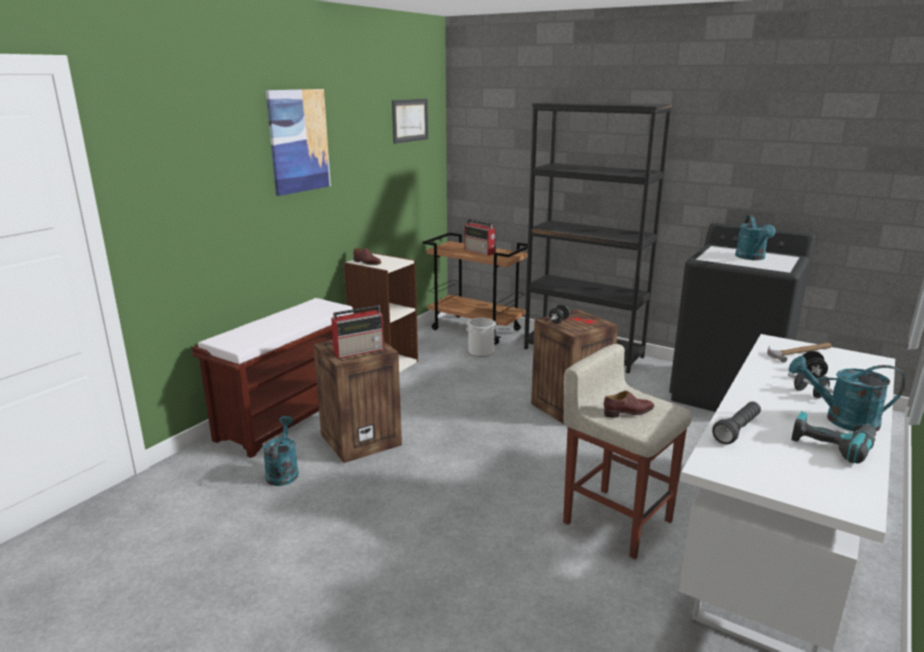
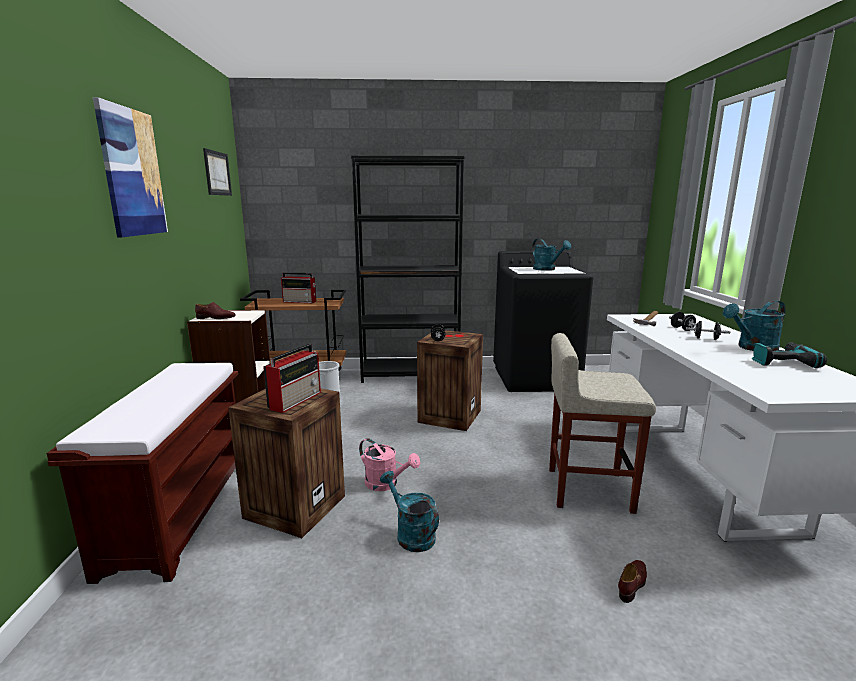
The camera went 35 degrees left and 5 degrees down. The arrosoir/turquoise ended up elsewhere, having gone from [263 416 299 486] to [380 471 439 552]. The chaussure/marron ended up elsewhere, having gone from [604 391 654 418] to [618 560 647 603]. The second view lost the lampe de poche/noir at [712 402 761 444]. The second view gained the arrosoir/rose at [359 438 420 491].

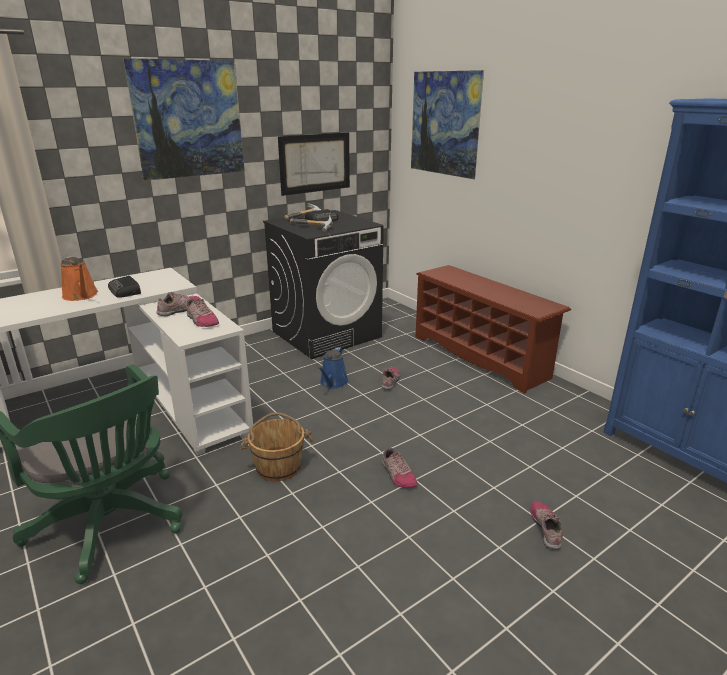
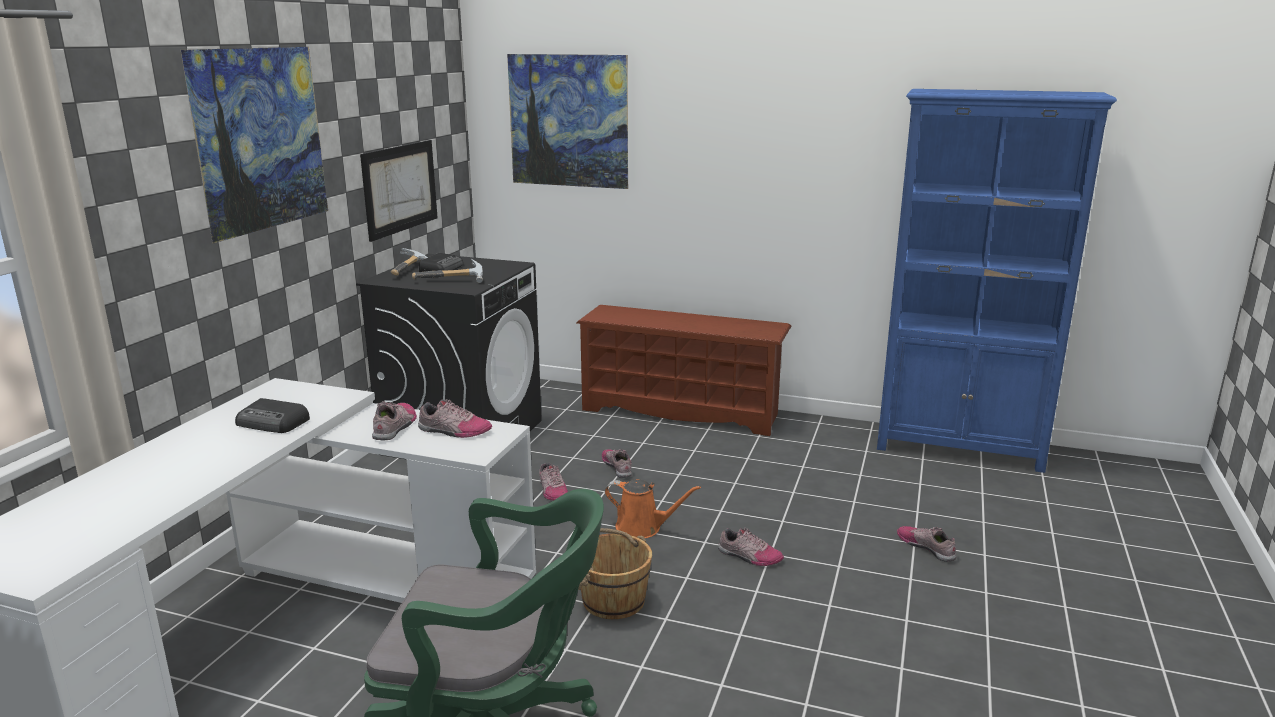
The camera went 35 degrees left and 5 degrees down. The arrosoir/orange ended up elsewhere, having gone from [60 256 98 301] to [605 479 701 538]. Where the arrosoir/bleu stood at [318 347 349 389], the chaussure came to stand at [539 463 568 501].

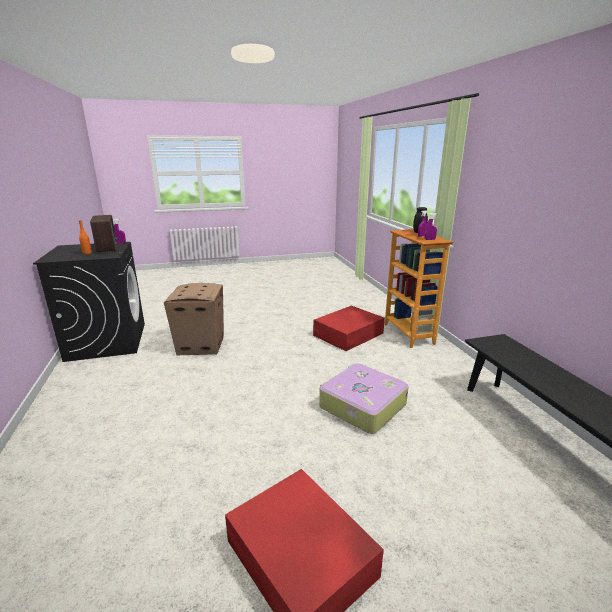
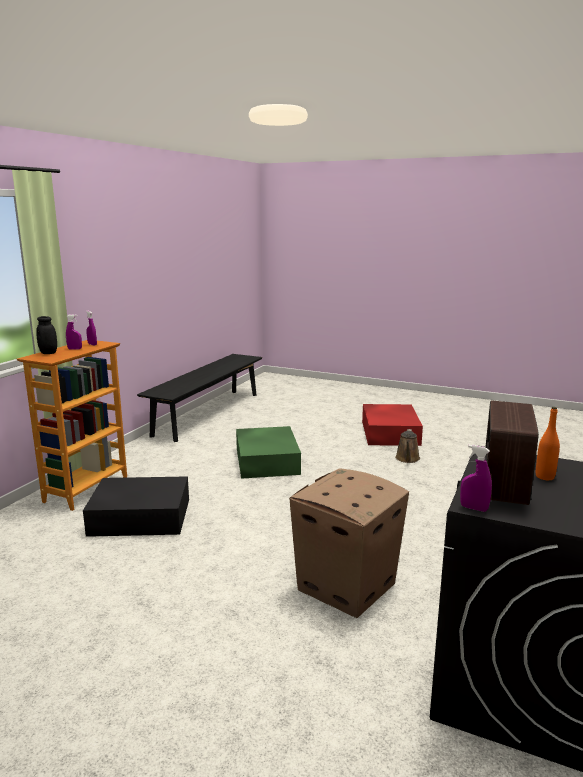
The camera went 140 degrees left and 5 degrees down. What was the boîte de rangement/rouge at [313 306 385 351] turned into the boîte de rangement/noir at [83 476 189 537]. Where the valise stood at [319 363 409 434], the boîte de rangement/vert came to stand at [236 426 301 479]. The second view gained the arrosoir/marron at [395 429 420 463].

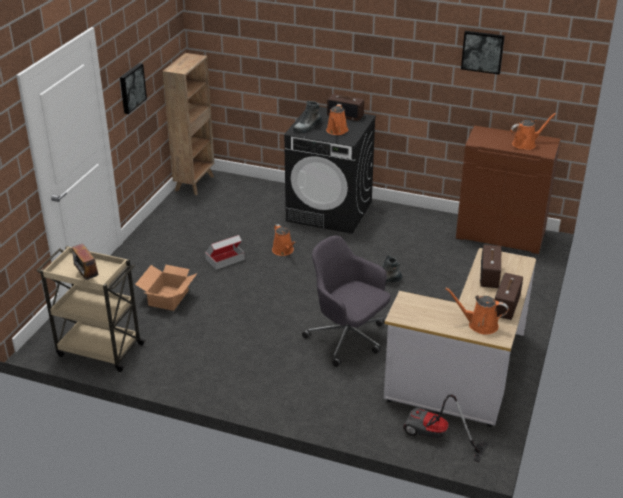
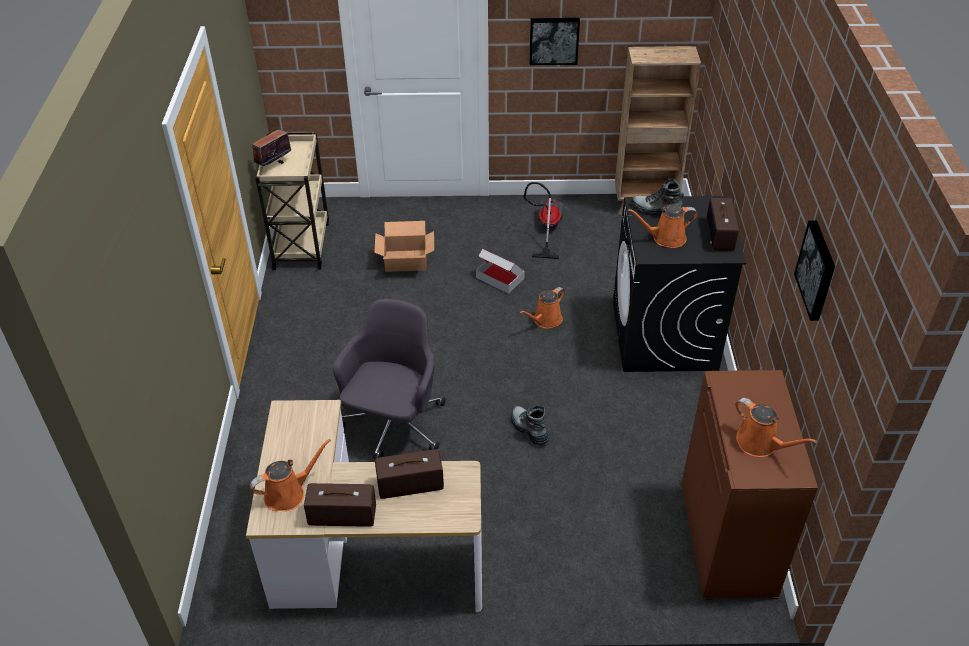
The camera went 70 degrees right and 10 degrees up. The aspirateur ended up elsewhere, having gone from [403 394 488 462] to [523 182 564 259]. The arrosoir/orange at [445 288 509 335] ended up facing another way, 60 degrees clockwise from before.

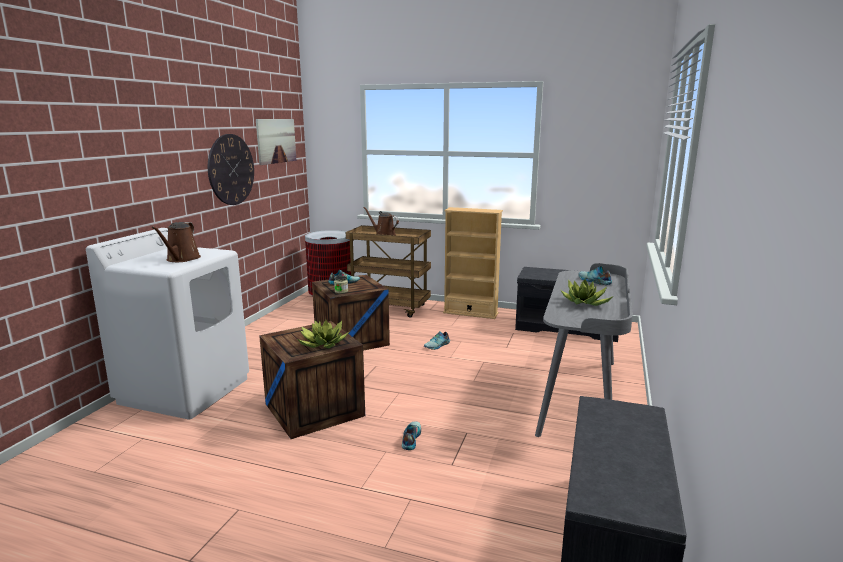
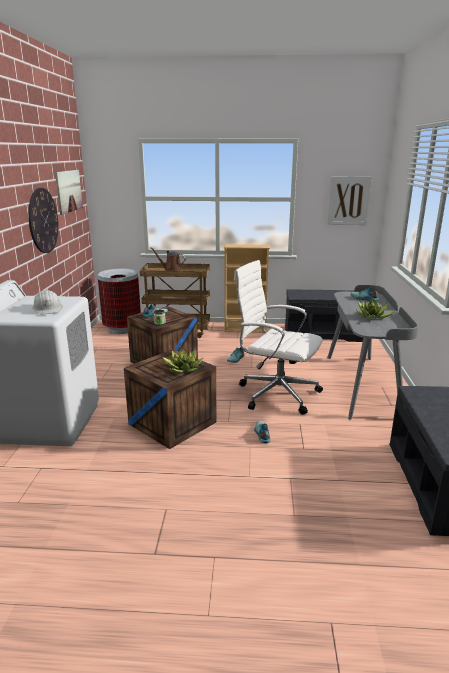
The camera went 15 degrees left and 5 degrees up. Where the arrosoir/marron stood at [152 222 201 262], the casque de chantier/blanc came to stand at [33 290 62 314]. The second view gained the chaise de bureau/blanc at [234 260 323 415]. The second view gained the tableau at [327 176 372 225].

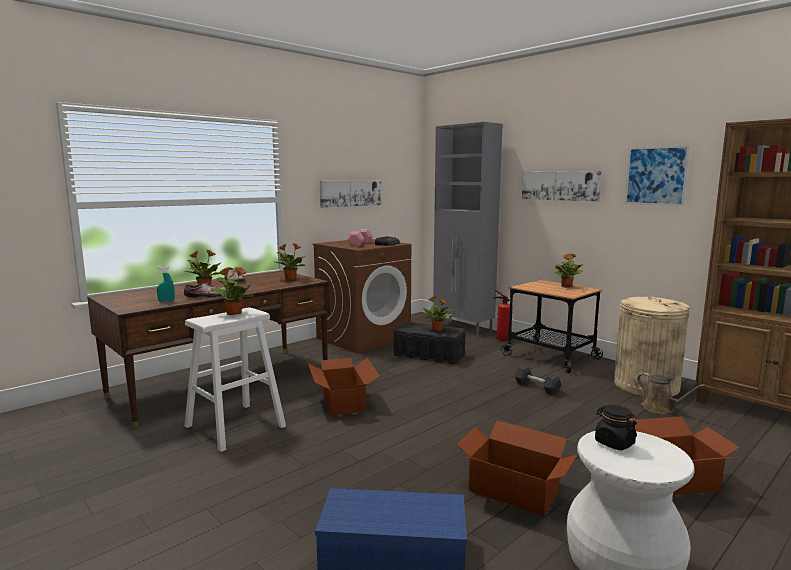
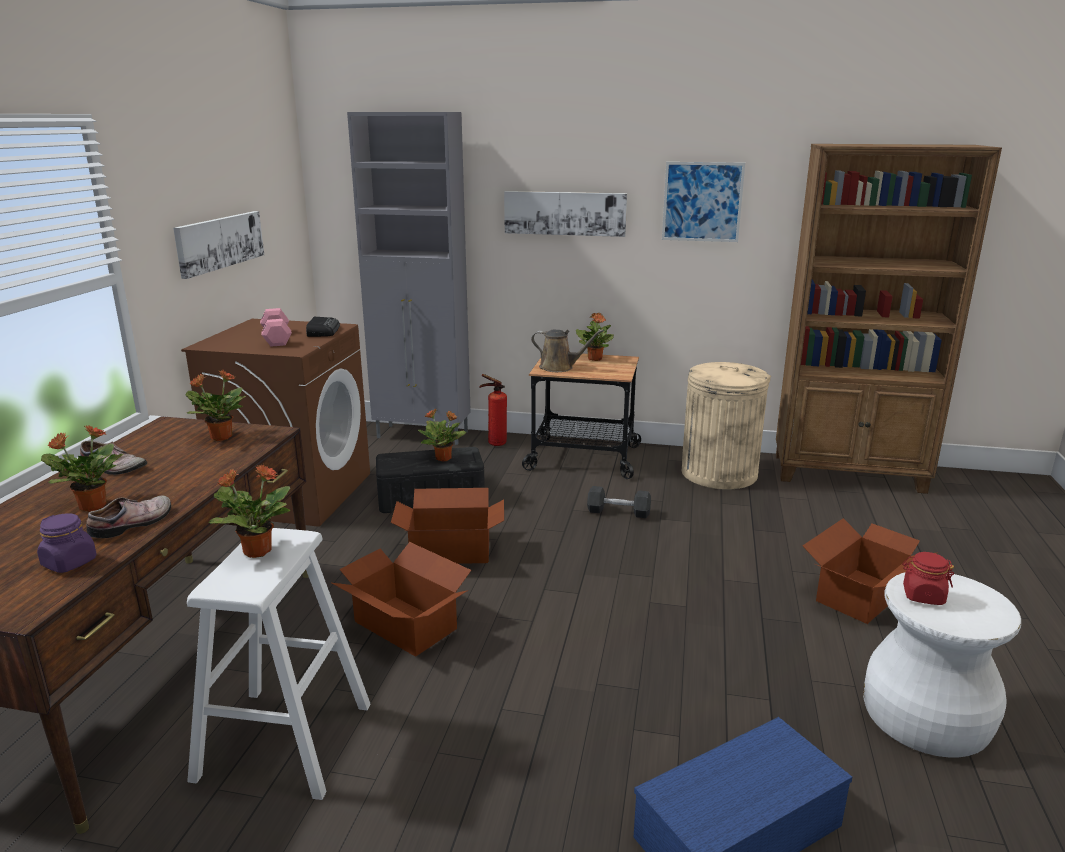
The camera went 35 degrees left and 10 degrees up. Where the vaporisateur/turquoise stood at [157 266 175 302], the bocal/violet came to stand at [37 513 97 573]. The carton ended up elsewhere, having gone from [456 421 577 516] to [391 488 504 564]. What was the bocal/noir at [595 405 637 450] turned into the bocal/rouge at [902 552 954 605]. The arrosoir/marron ended up elsewhere, having gone from [637 373 705 414] to [531 330 604 372].

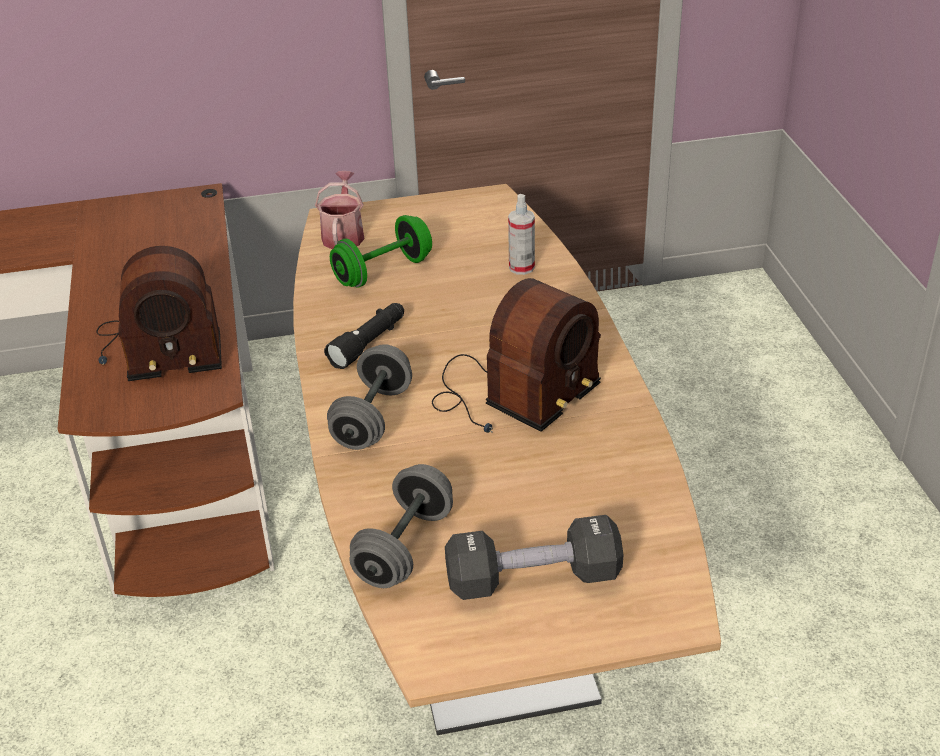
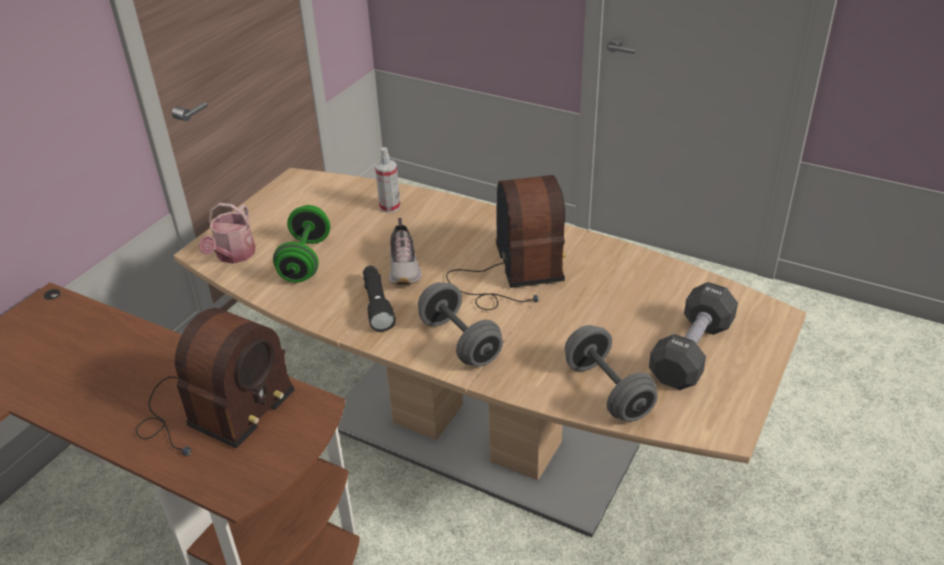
The camera went 50 degrees left and 0 degrees up. The arrosoir at [315 171 364 249] ended up facing another way, 120 degrees counterclockwise from before. The second view gained the chaussure at [389 218 422 285].

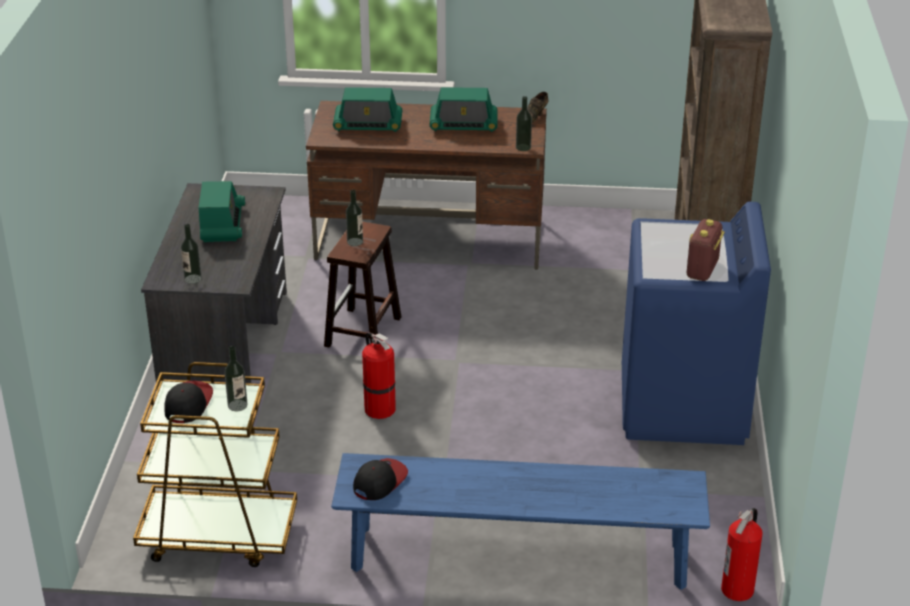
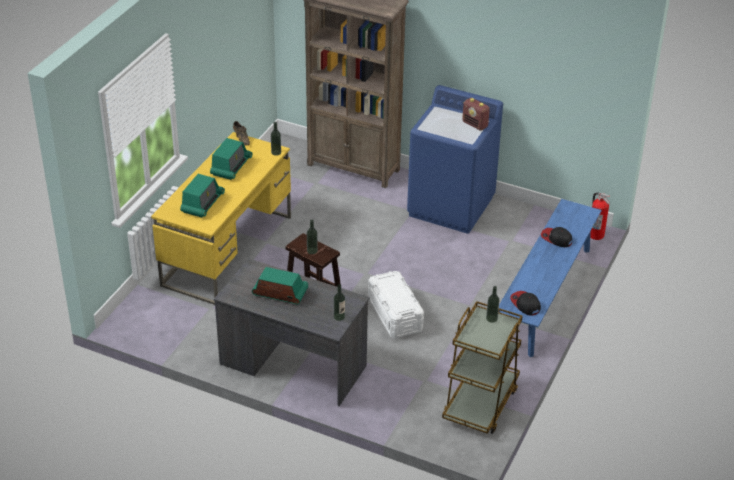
The camera went 70 degrees left and 5 degrees up. The casquette ended up elsewhere, having gone from [164 381 213 423] to [541 227 572 247]. What was the bureau/marron at [306 101 547 270] turned into the bureau/jaune at [151 132 291 305]. Where the extincteur stood at [362 332 396 419], the boîte de rangement/blanc came to stand at [368 271 424 338].

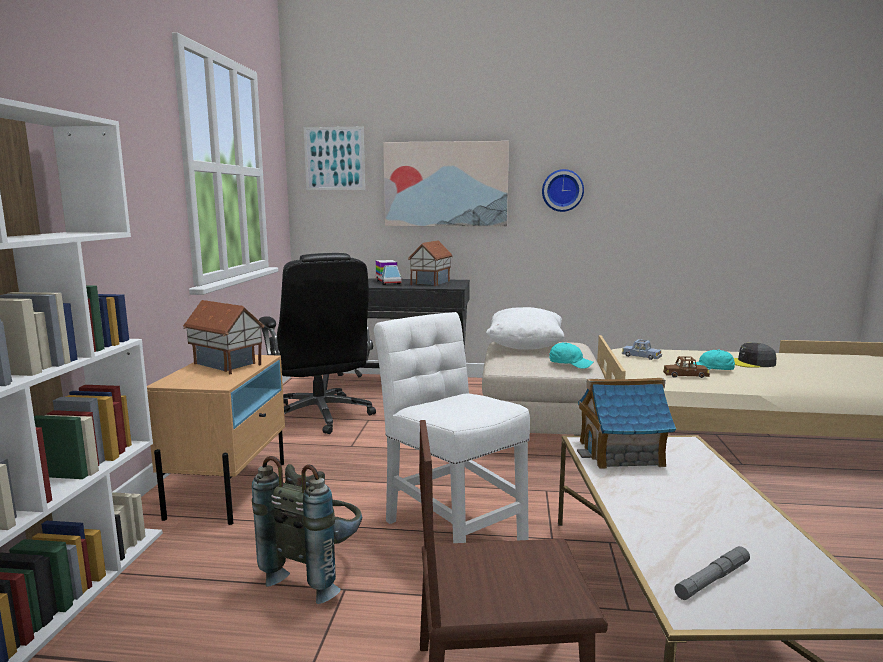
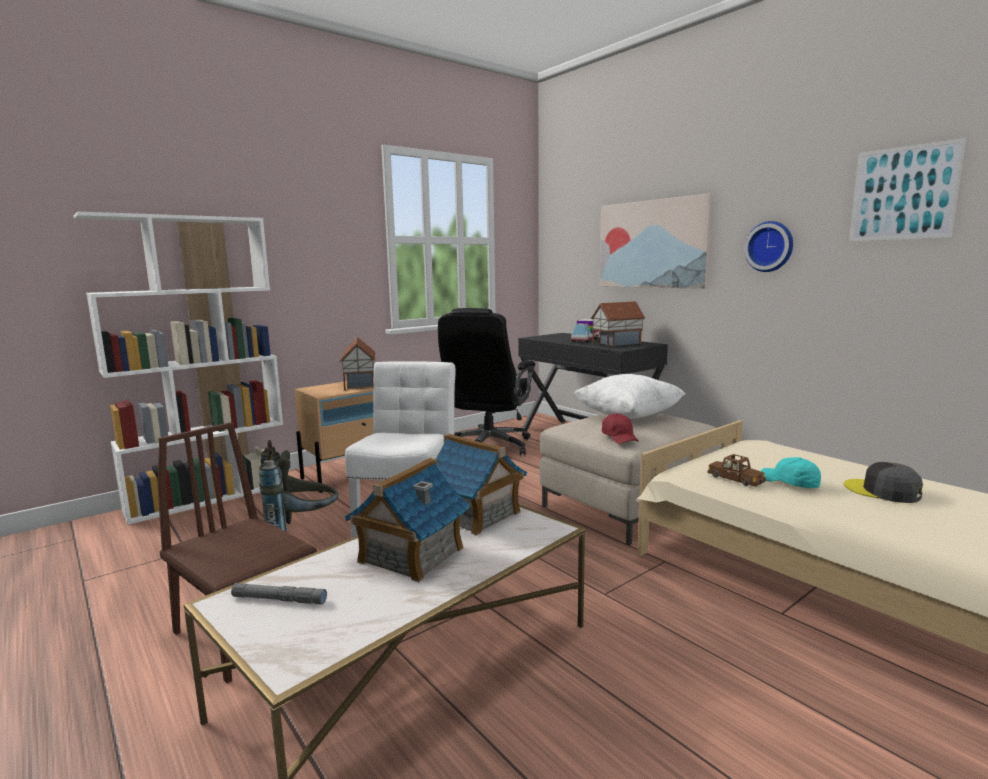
The camera went 45 degrees right and 0 degrees up. The tableau ended up elsewhere, having gone from [304 127 365 190] to [849 138 966 241]. What was the casquette/turquoise at [549 343 593 369] turned into the casquette/rouge at [602 414 639 444]. The second view lost the petite voiture/bleu at [622 339 662 360]. The second view gained the maison miniature at [344 458 471 582].

